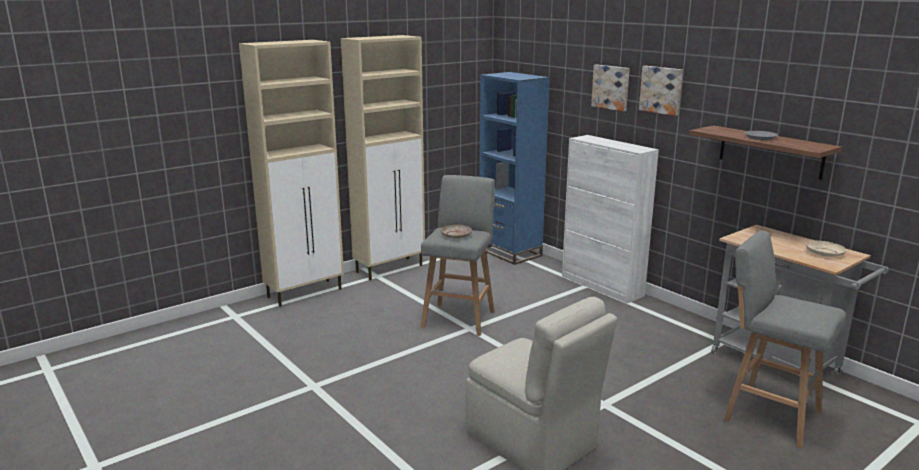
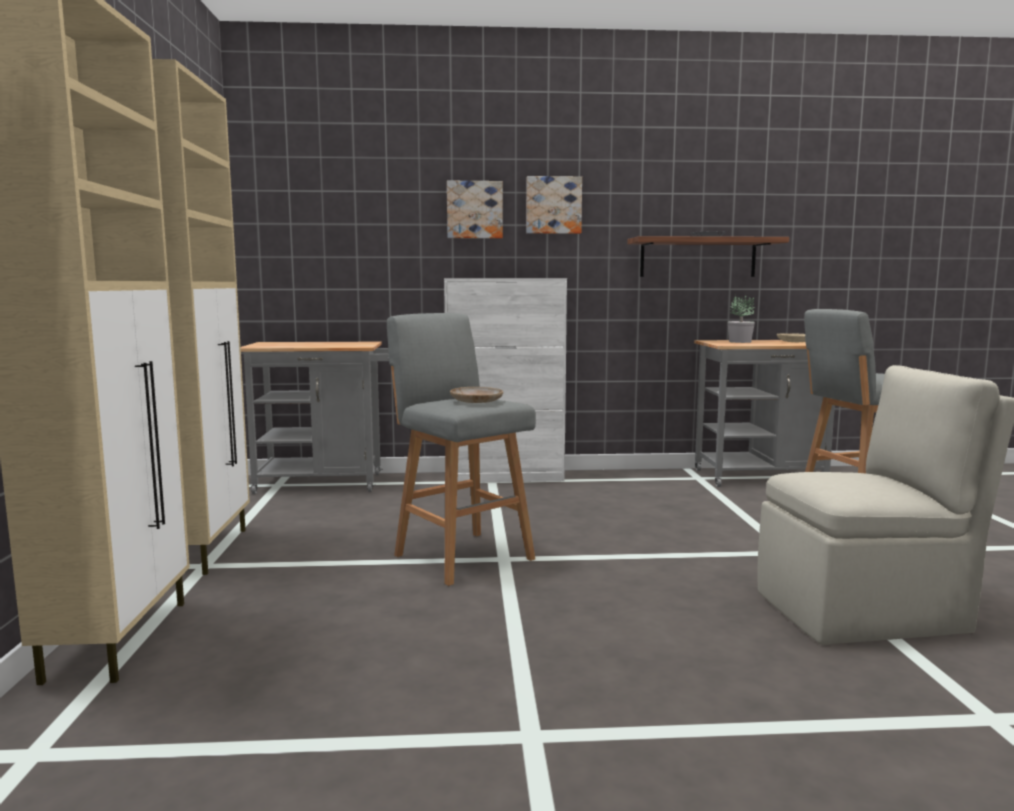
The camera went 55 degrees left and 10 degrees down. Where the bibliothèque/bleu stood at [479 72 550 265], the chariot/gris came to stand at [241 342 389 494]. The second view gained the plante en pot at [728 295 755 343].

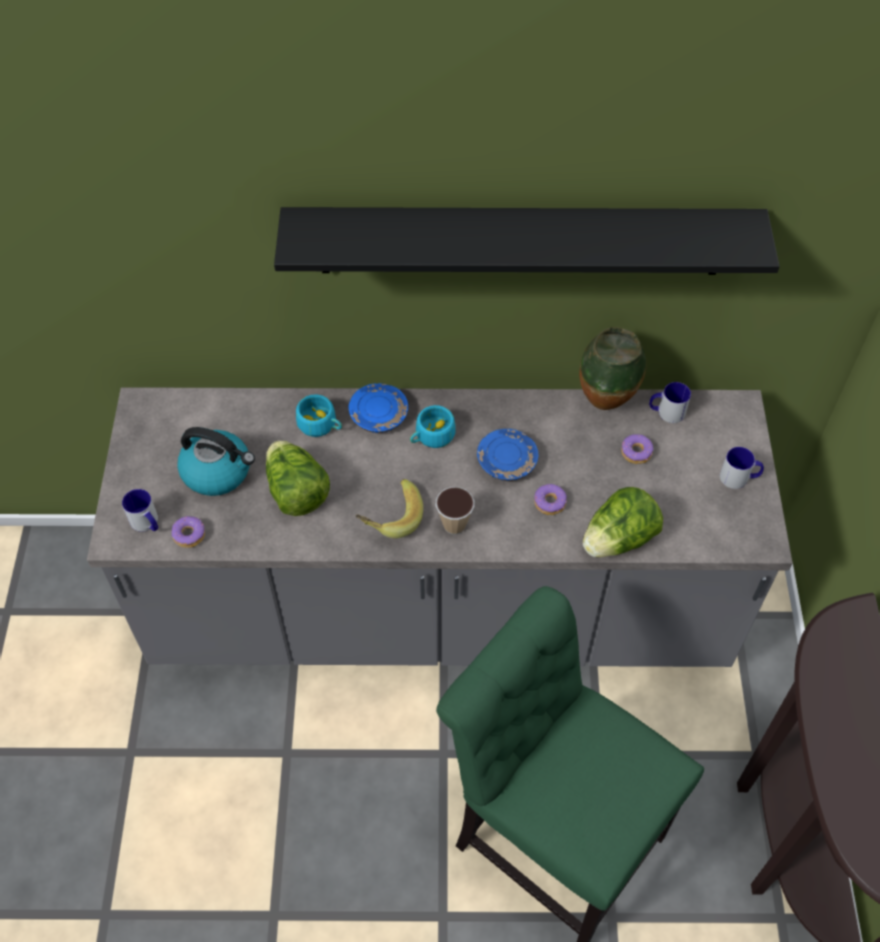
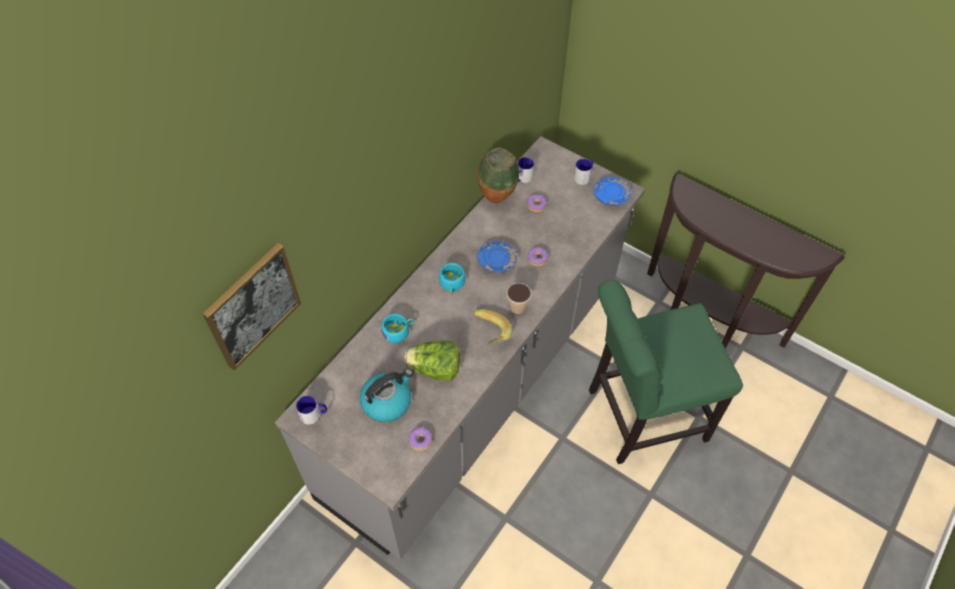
The camera went 55 degrees left and 0 degrees up. The mug ended up elsewhere, having gone from [122 489 158 532] to [296 396 327 425]. The second view lost the étagère/noir at [274 207 780 275]. The assiette/bleu ended up elsewhere, having gone from [348 383 408 433] to [594 177 632 206]. The second view lost the laitue at [583 487 663 557]. The second view gained the tableau at [202 243 301 370].

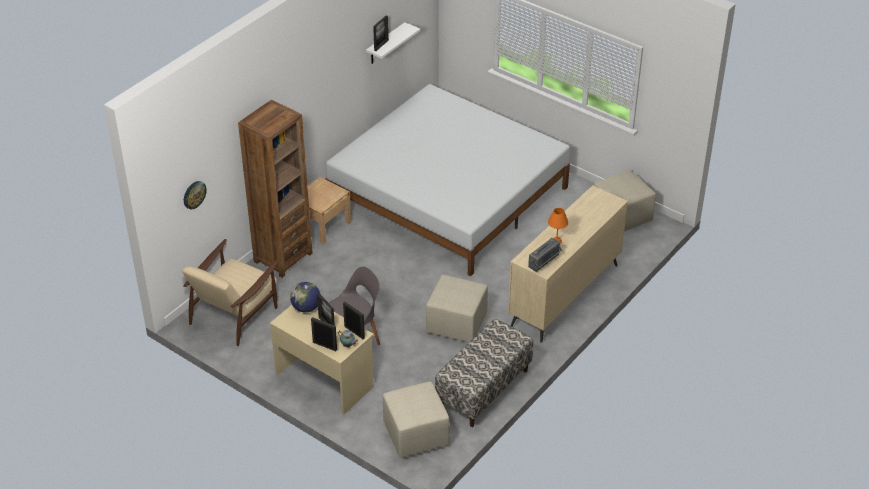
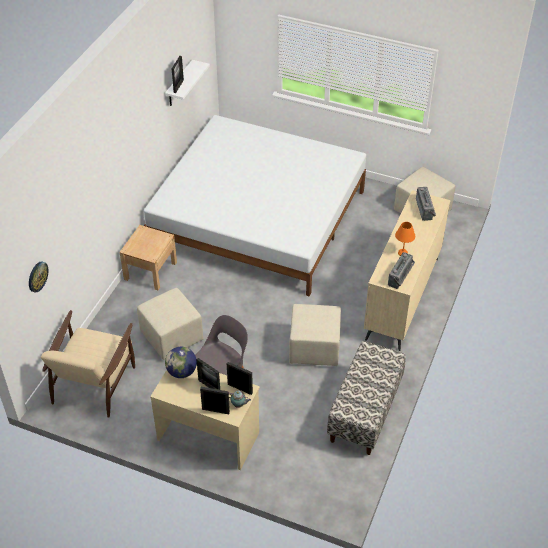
The camera went 15 degrees left and 5 degrees up. The second view lost the bibliothèque/marron at [238 100 313 278]. The pouf/beige ended up elsewhere, having gone from [383 382 450 458] to [137 288 203 360]. The second view gained the radio at [416 187 436 221].

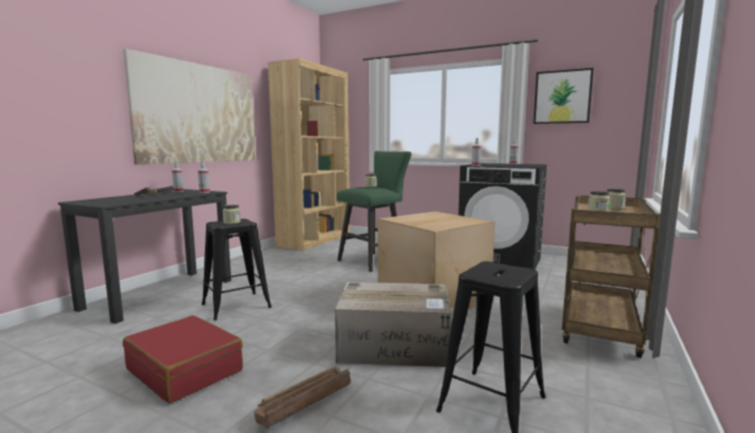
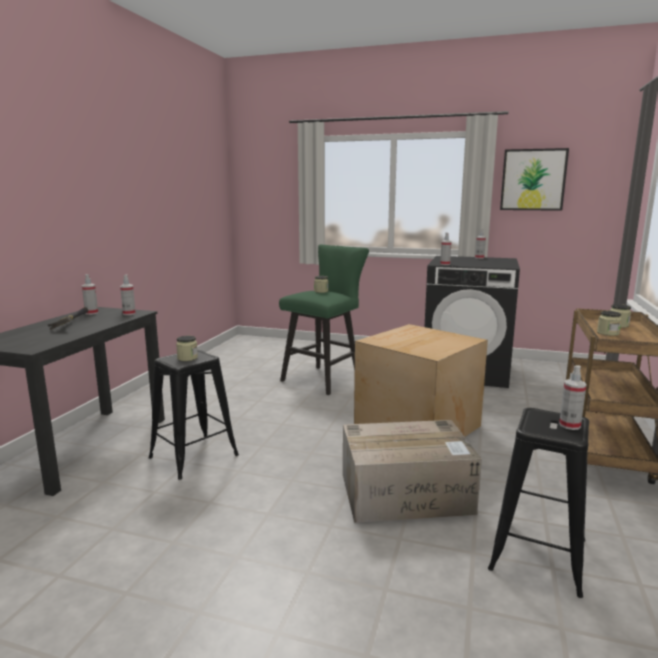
The camera went 10 degrees left and 5 degrees up. The second view lost the tableau at [123 49 256 165]. The second view lost the valise/rouge at [123 315 243 404]. The second view lost the caisse at [254 365 351 428]. The second view lost the bibliothèque/marron at [268 58 350 251]. The second view gained the vaporisateur at [559 365 587 430].

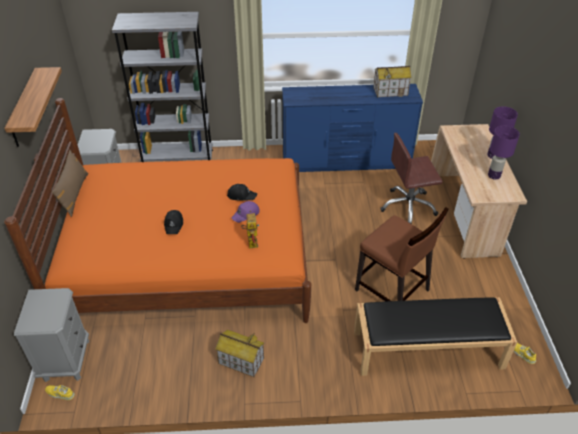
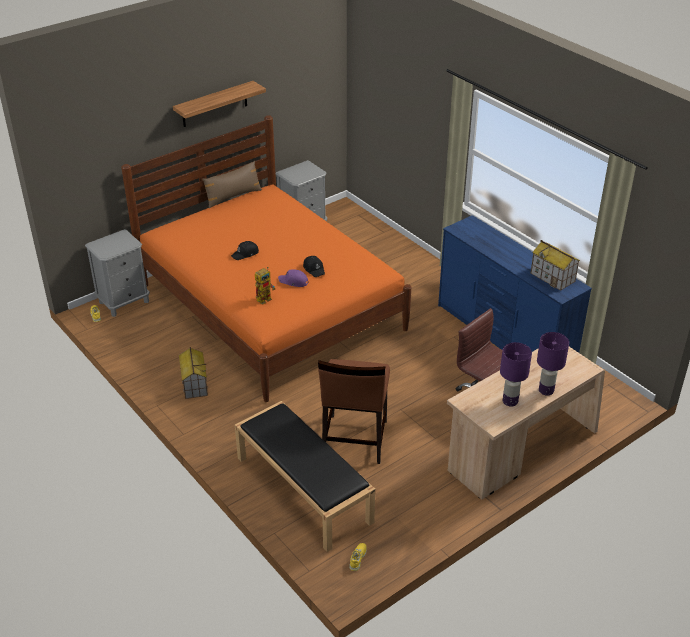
The camera went 55 degrees right and 5 degrees down. The second view lost the bibliothèque/gris at [112 12 213 162].

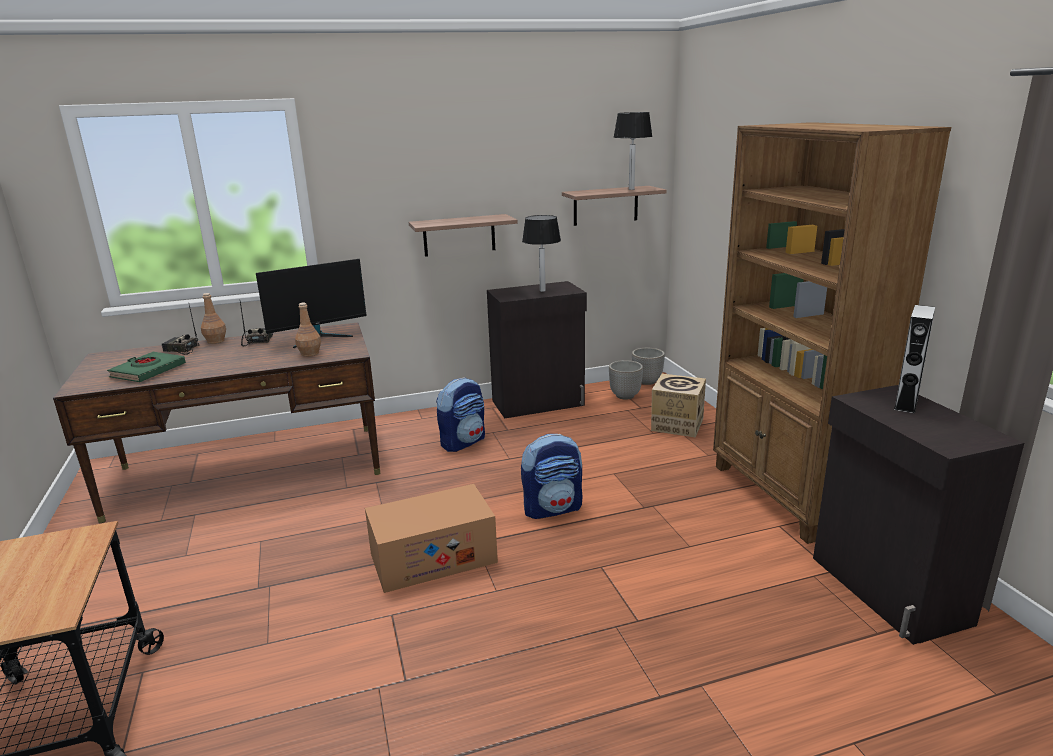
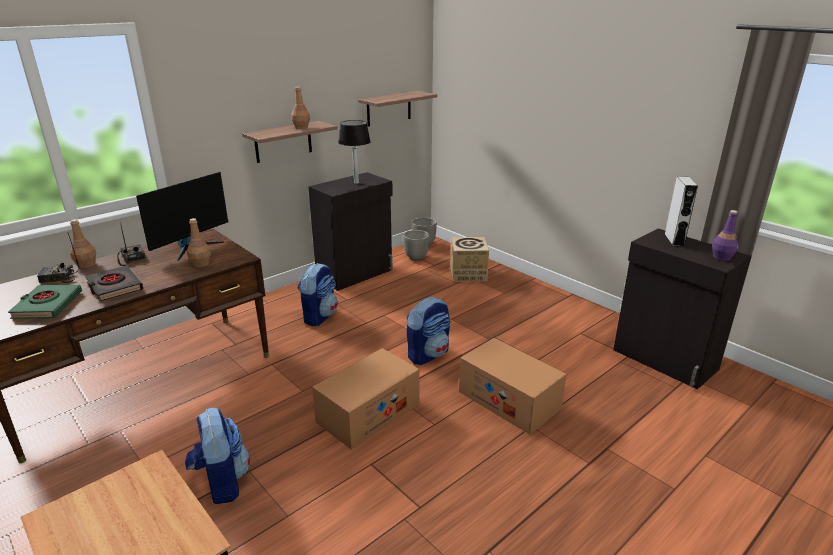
The camera went 25 degrees left and 5 degrees up. The second view lost the lampe de table at [613 112 653 190]. The second view lost the bibliothèque/marron at [713 122 951 544]. The second view gained the livre/noir at [85 266 143 301]. The second view gained the sac à dos at [185 408 250 504]. The second view gained the bouteille/marron at [291 87 310 129]. The second view gained the carton at [459 338 567 435]. The second view gained the bouteille/violet at [712 210 739 261].

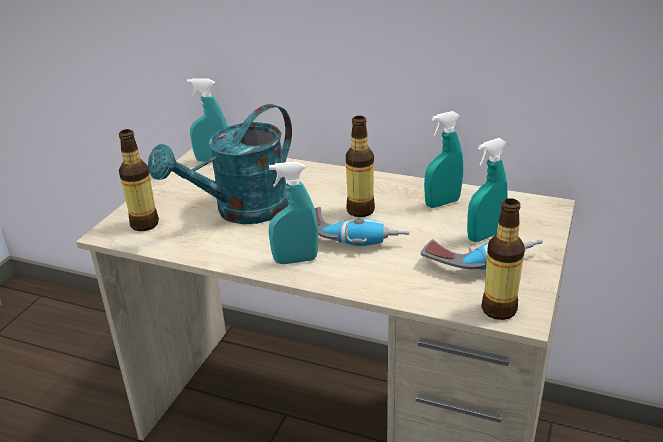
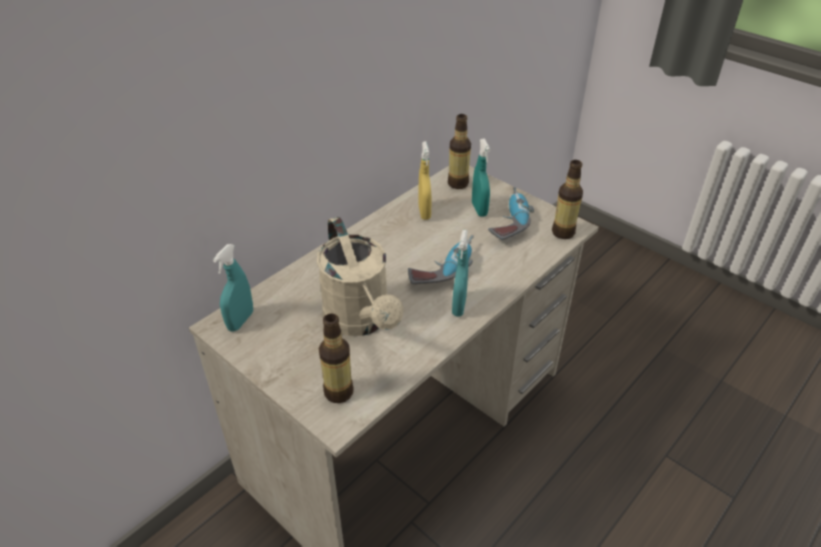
The camera went 70 degrees left and 10 degrees up. What was the arrosoir/turquoise at [148 104 292 224] turned into the arrosoir/beige at [317 217 403 336]. The bouteille ended up elsewhere, having gone from [346 116 375 217] to [448 114 471 189]. What was the vaporisateur/turquoise at [424 111 463 208] turned into the vaporisateur/jaune at [418 141 432 220].

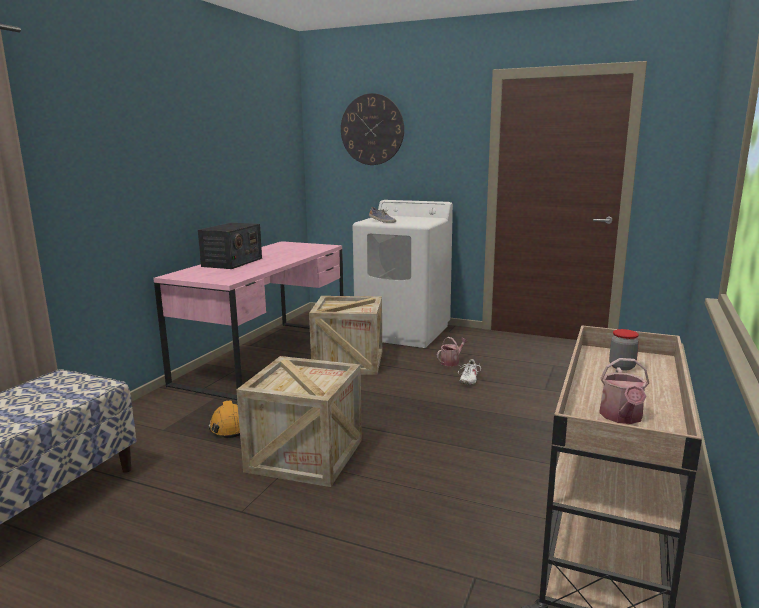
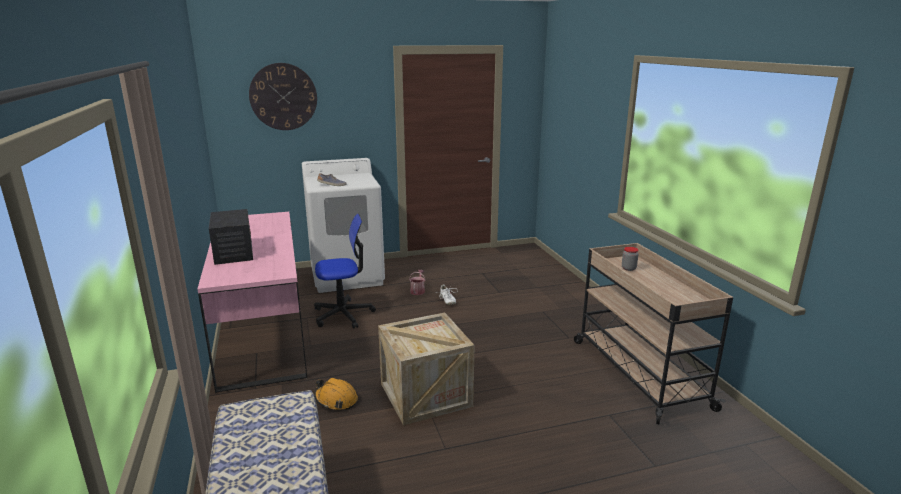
The camera went 40 degrees left and 5 degrees up. Where the caisse stood at [309 296 382 375], the chaise de bureau came to stand at [314 214 376 329]. The second view lost the arrosoir at [599 358 649 424].

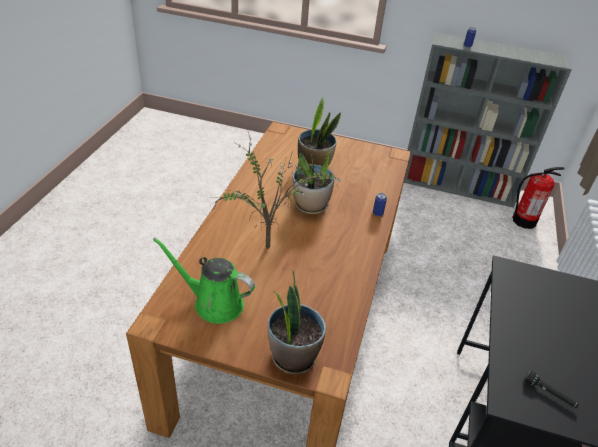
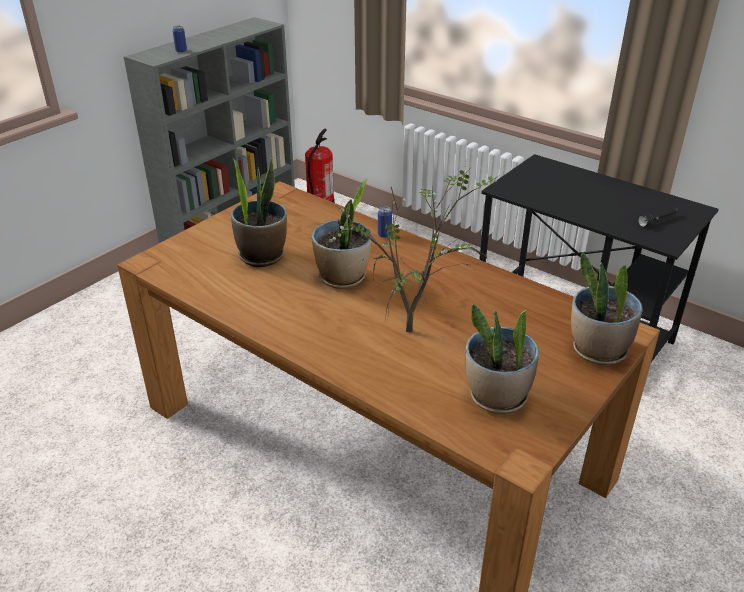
The camera went 65 degrees left and 5 degrees down. Where the arrosoir/vert stood at [153 237 255 324], the plante en pot came to stand at [466 304 539 414].

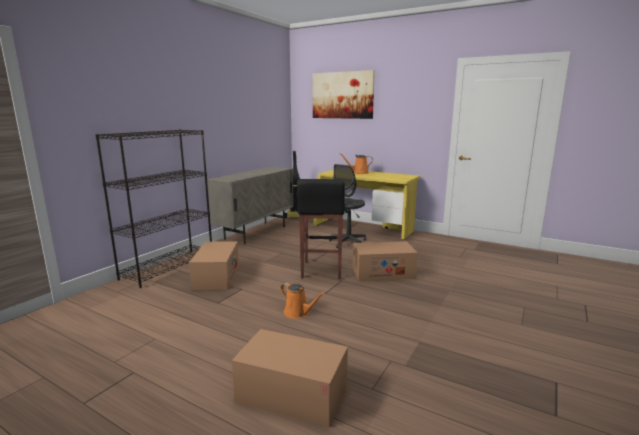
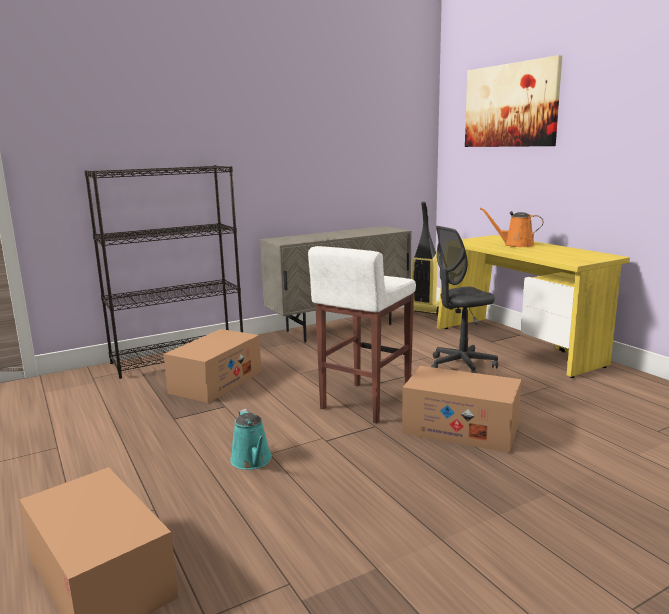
The camera went 30 degrees right and 0 degrees up. What was the arrosoir/orange at [280 283 325 319] turned into the arrosoir/turquoise at [230 409 272 470]. What was the tabouret/noir at [297 179 345 279] turned into the tabouret/blanc at [308 246 416 424].

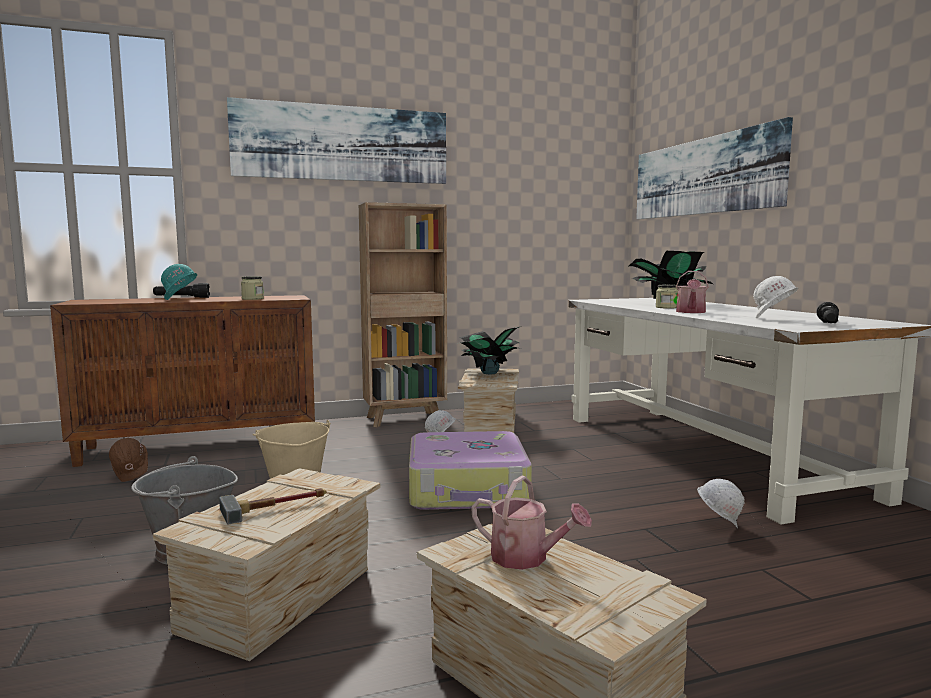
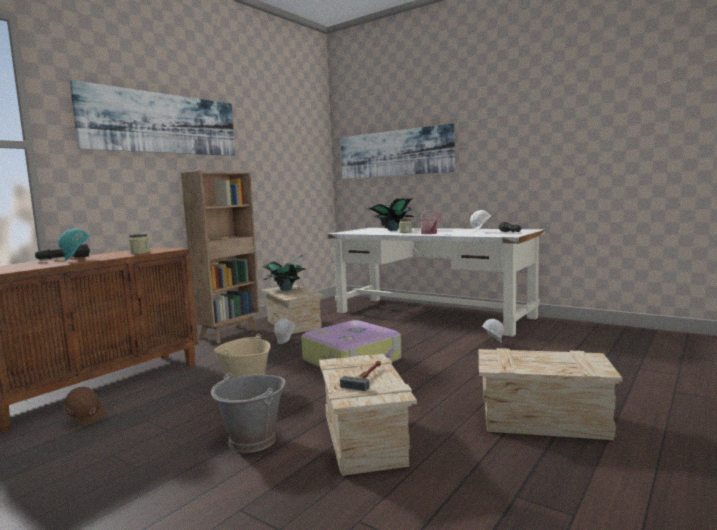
The camera went 35 degrees left and 0 degrees up. The second view lost the arrosoir at [471 476 592 570].

